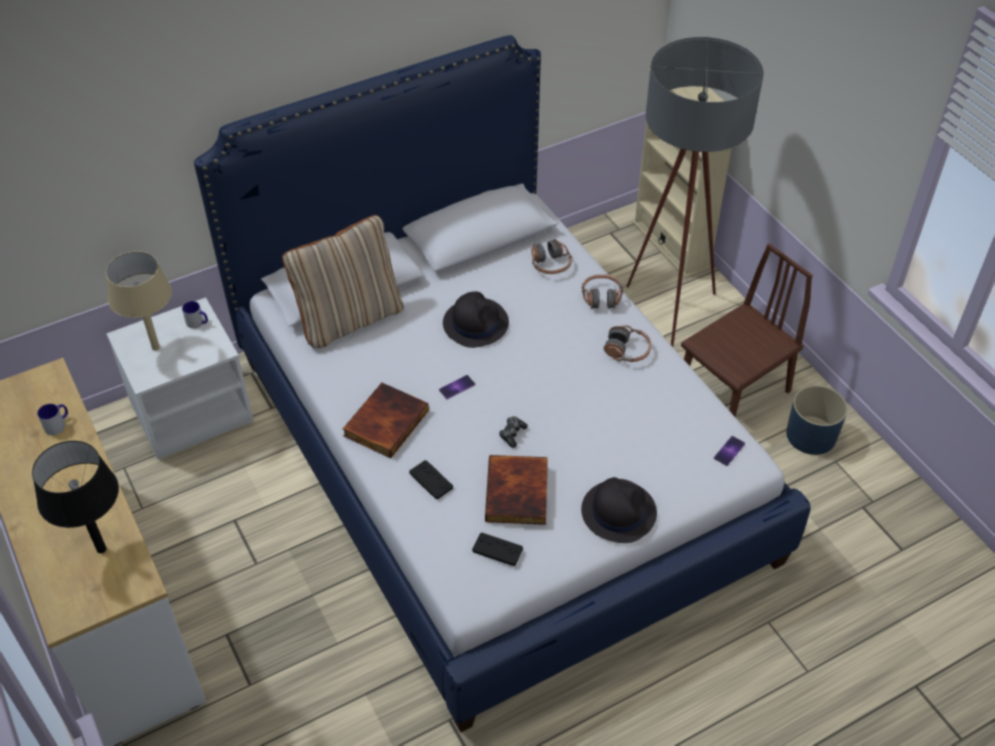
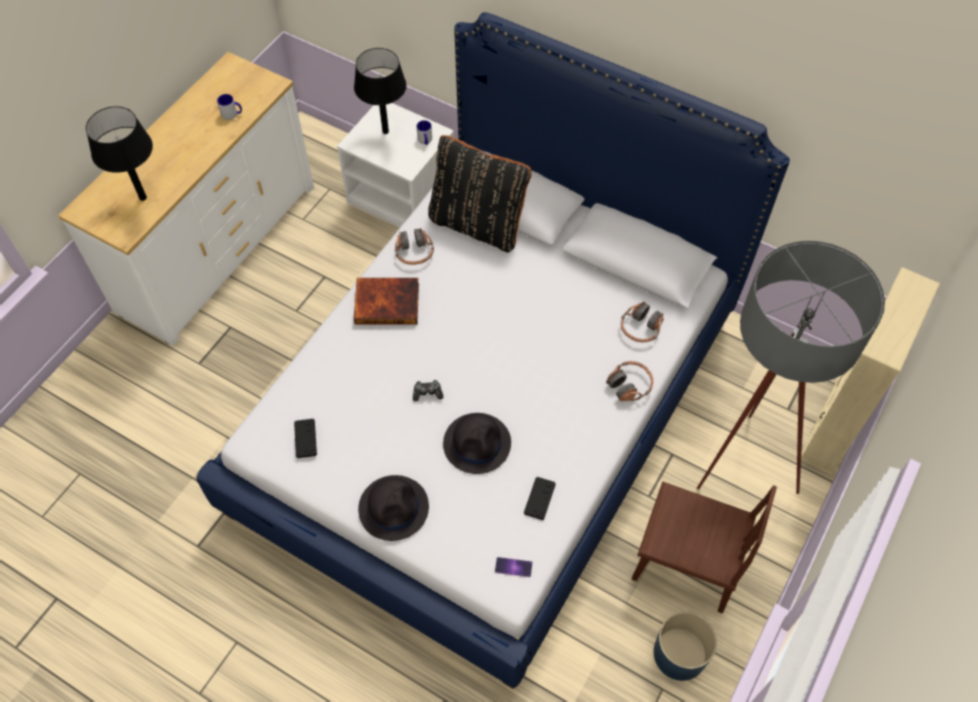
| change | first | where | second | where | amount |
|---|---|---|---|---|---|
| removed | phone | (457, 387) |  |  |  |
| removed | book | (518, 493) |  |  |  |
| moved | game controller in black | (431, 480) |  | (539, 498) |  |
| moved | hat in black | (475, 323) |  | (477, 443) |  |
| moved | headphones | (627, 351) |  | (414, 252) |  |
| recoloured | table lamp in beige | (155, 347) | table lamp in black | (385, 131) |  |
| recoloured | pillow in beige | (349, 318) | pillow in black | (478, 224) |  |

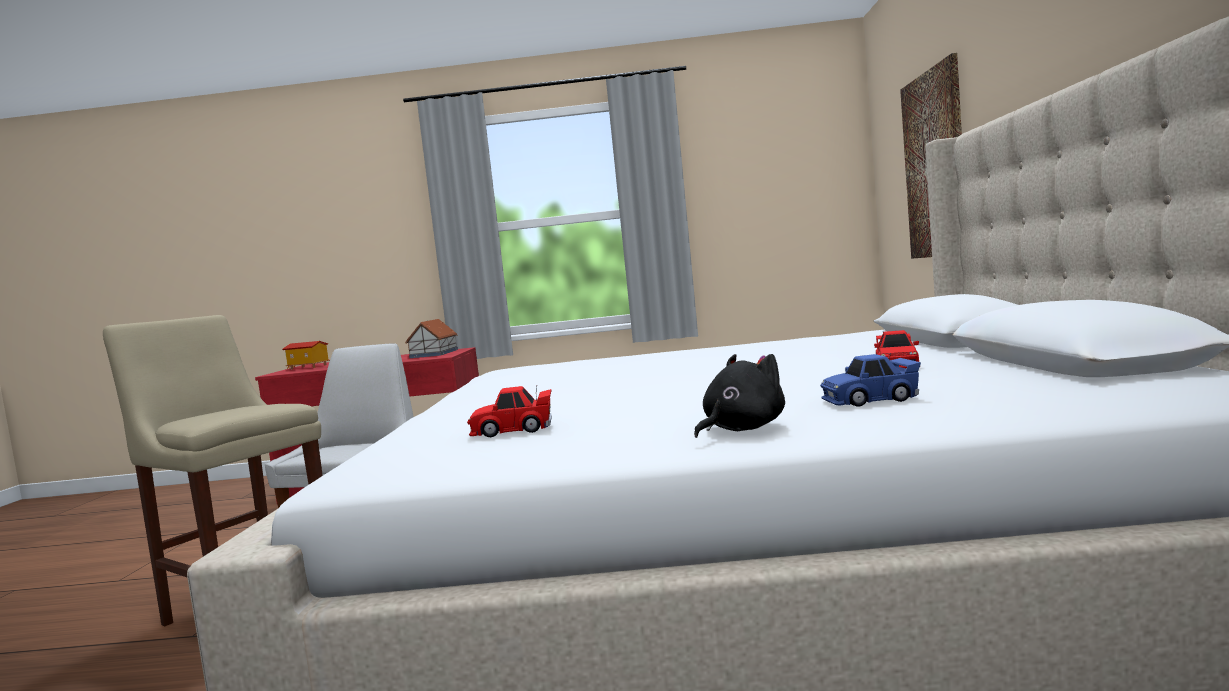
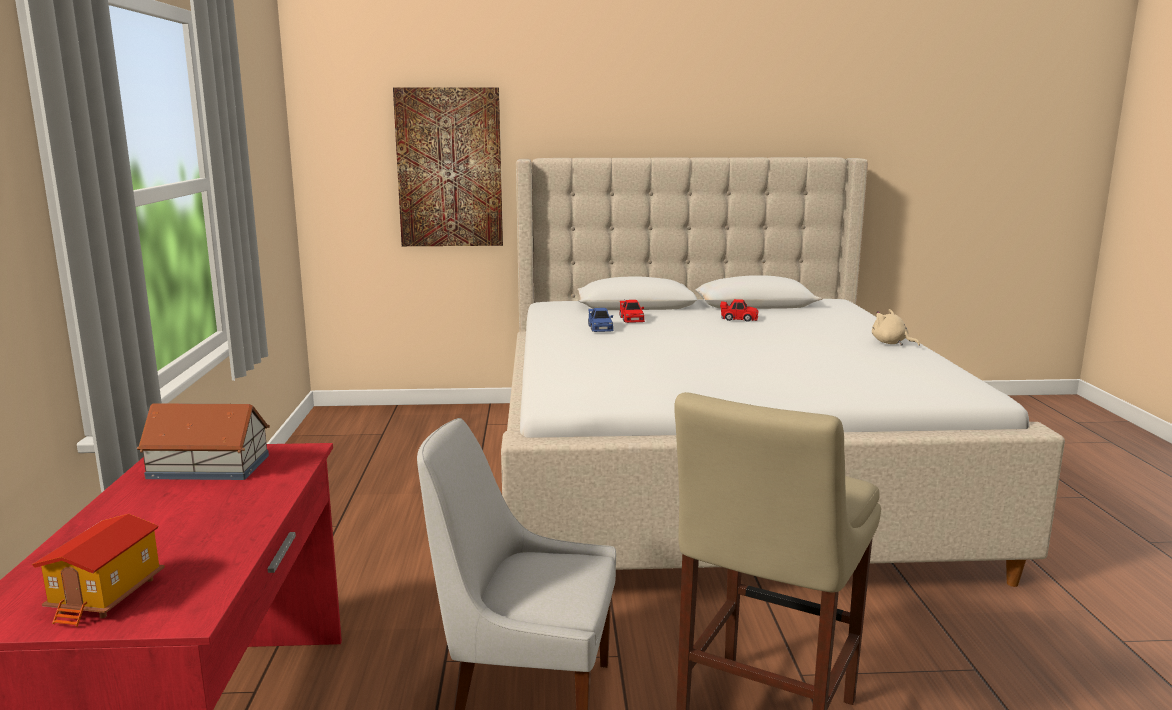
| change | first | where | second | where | amount |
|---|---|---|---|---|---|
| moved | toy car in red | (513, 430) |  | (631, 319) |  |
| moved | toy car in blue | (870, 400) |  | (600, 328) |  |
| recoloured | plush toy in black | (740, 429) | plush toy in beige | (891, 343) |  |

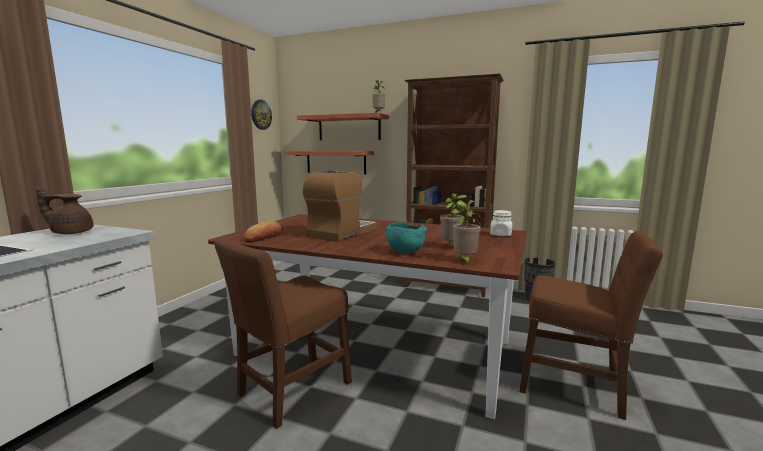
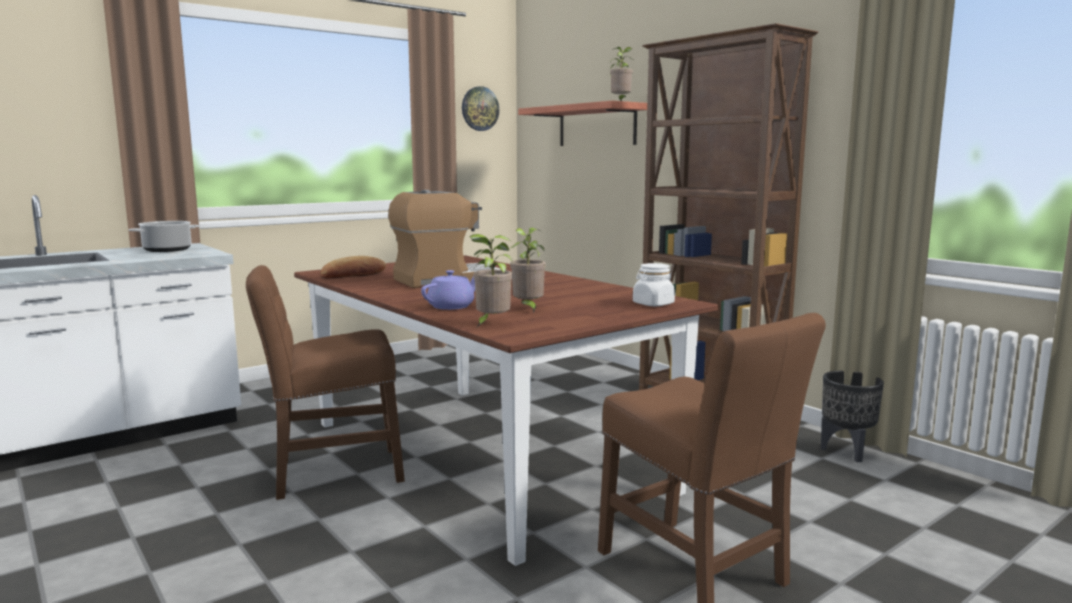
| change | first | where | second | where | amount |
|---|---|---|---|---|---|
| removed | shelf | (336, 162) |  |  |  |
| replaced | teapot in brown | (71, 232) | cooking pot | (168, 250) |  |
| replaced | bowl in turquoise | (404, 252) | teapot in purple | (452, 306) |  |

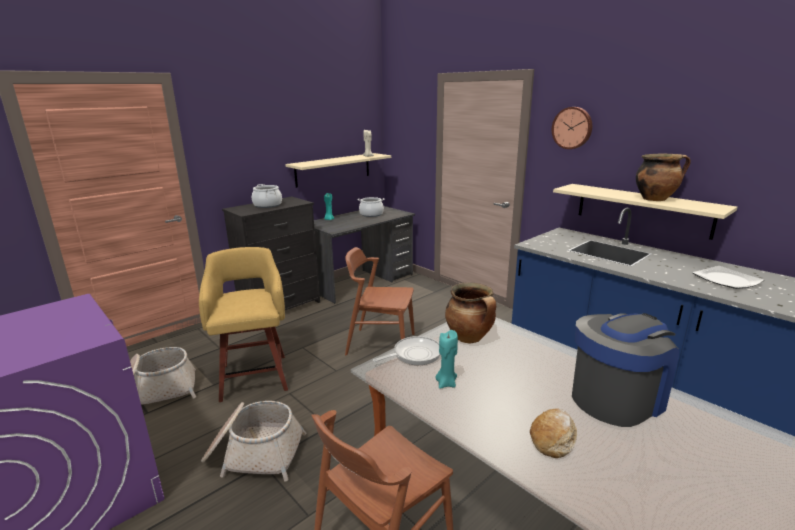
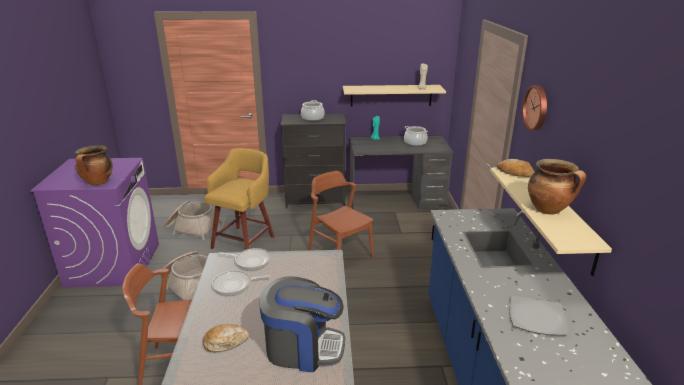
| change | first | where | second | where | amount |
|---|---|---|---|---|---|
| added |  |  | bread | (514, 173) |  |
| moved | cooking pot | (470, 338) |  | (98, 183) |  |
| replaced | candle in turquoise | (446, 383) | frying pan | (234, 285) |  |

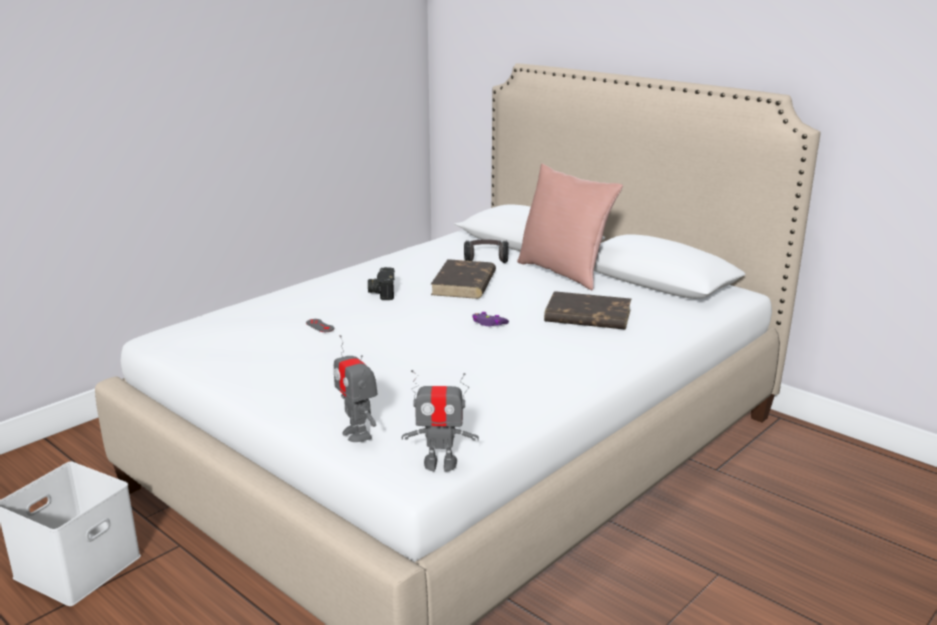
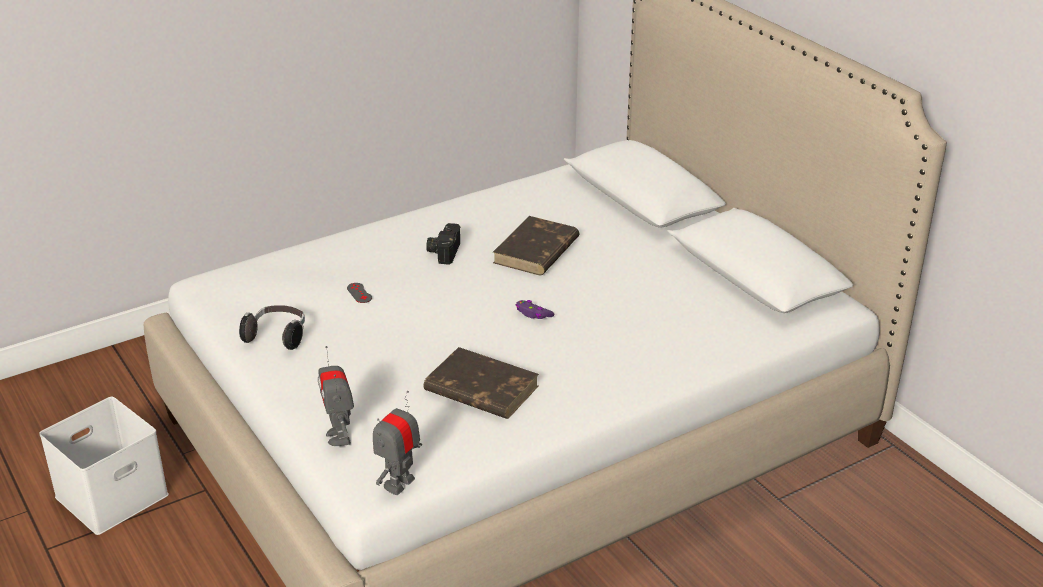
| change | first | where | second | where | amount |
|---|---|---|---|---|---|
| removed | pillow in pink | (563, 273) |  |  |  |
| moved | headphones | (486, 259) |  | (277, 336) |  |
| moved | book in brown | (587, 316) |  | (480, 388) |  |
| turned | toy robot | (440, 463) |  | (399, 483) | 105 degrees clockwise |

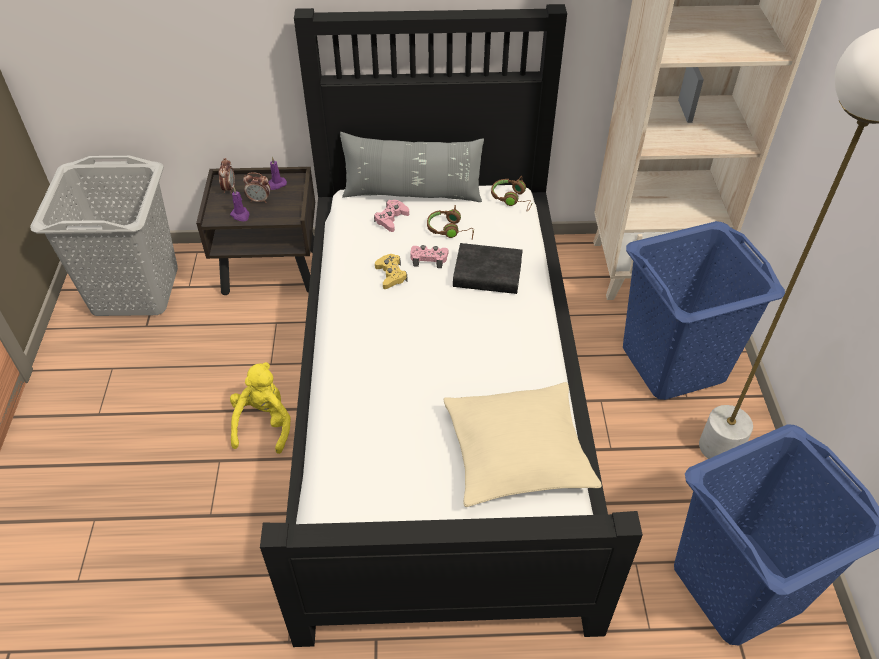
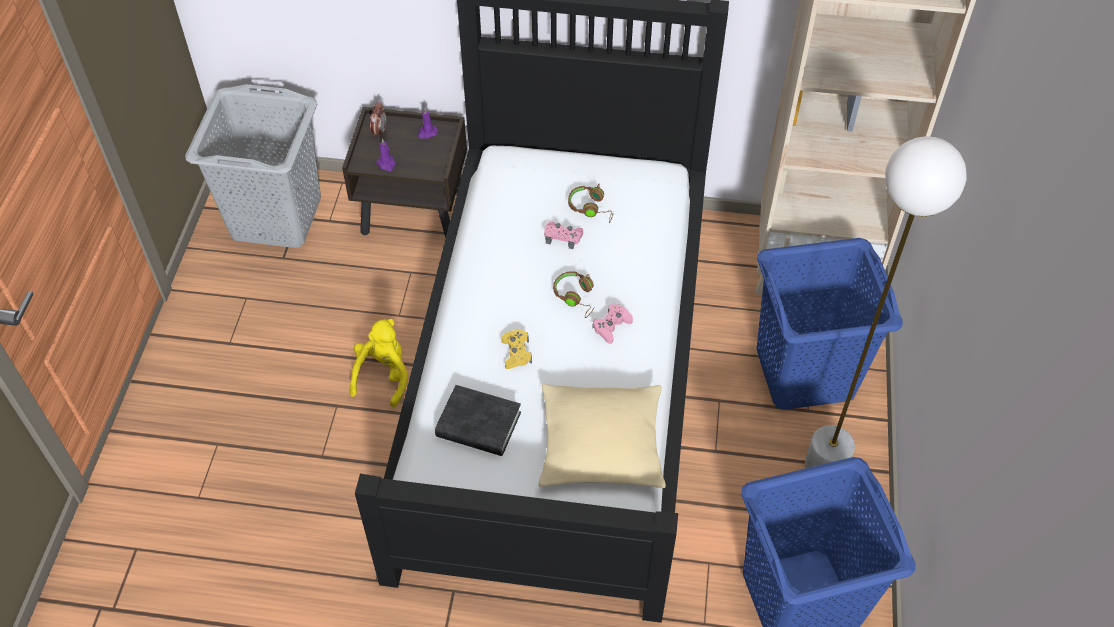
| change | first | where | second | where | amount |
|---|---|---|---|---|---|
| removed | alarm clock | (259, 200) |  |  |  |
| removed | pillow in grey | (412, 194) |  |  |  |
| moved | game controller in pink | (391, 219) |  | (611, 326) |  |
| moved | game controller in yellow | (391, 275) |  | (516, 352) |  |
| moved | book in black | (487, 274) |  | (478, 425) |  |
| moved | headphones in brown | (512, 199) |  | (576, 297) |  |

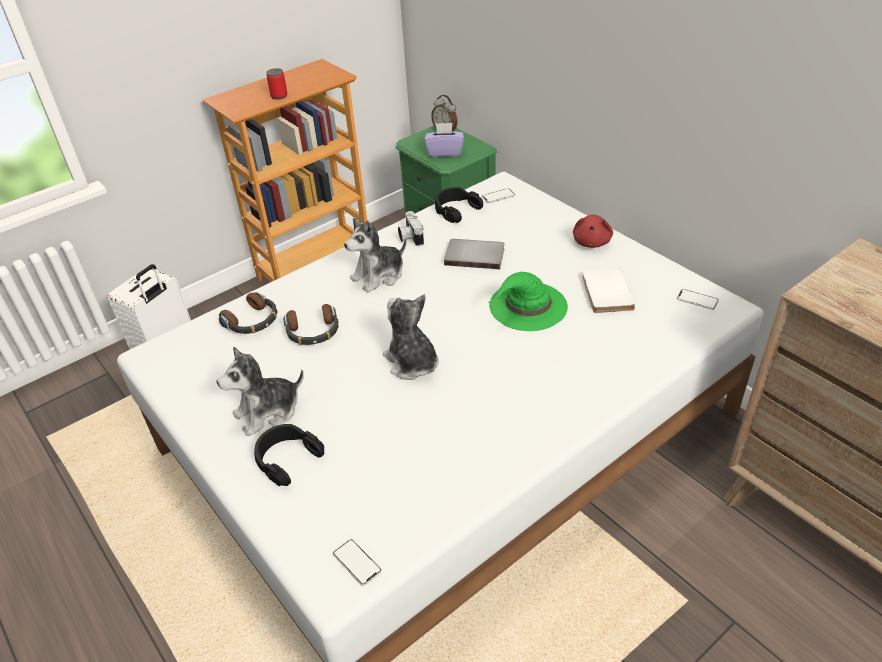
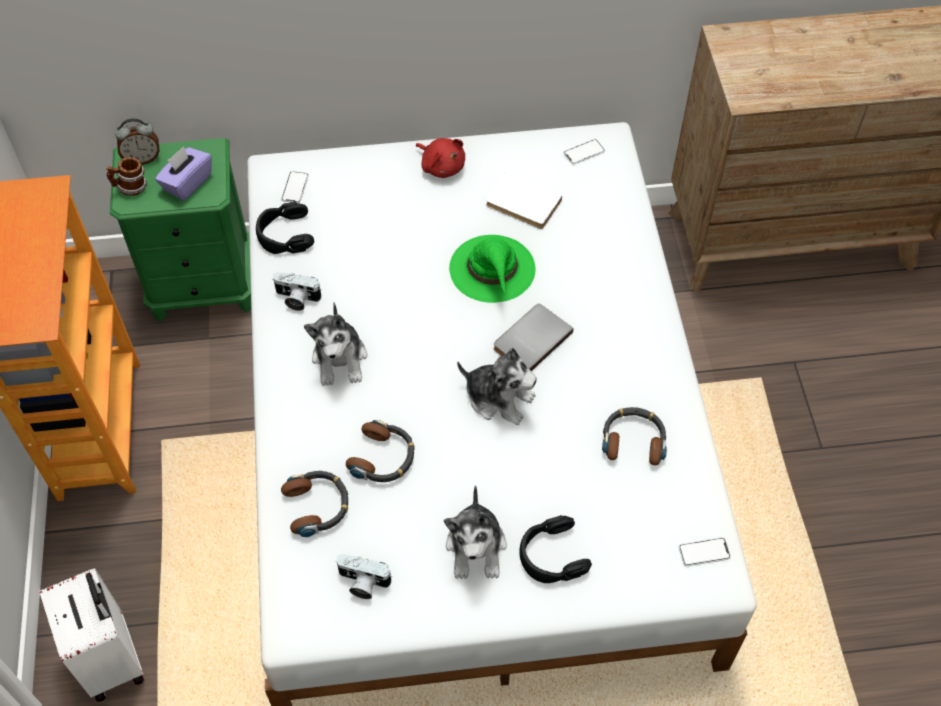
| change | first | where | second | where | amount |
|---|---|---|---|---|---|
| removed | can | (279, 96) |  |  |  |
| added |  |  | mug | (131, 188) |  |
| added |  |  | photo camera | (362, 583) |  |
| added |  |  | headphones | (633, 440) |  |
| moved | book in grey | (475, 255) |  | (530, 339) |  |
| turned | plush toy | (412, 363) |  | (499, 398) | 150 degrees counterclockwise |

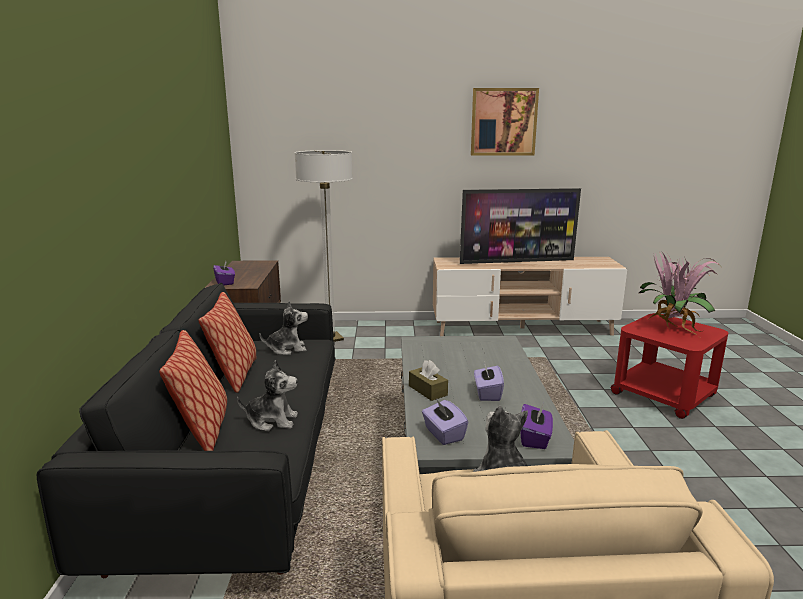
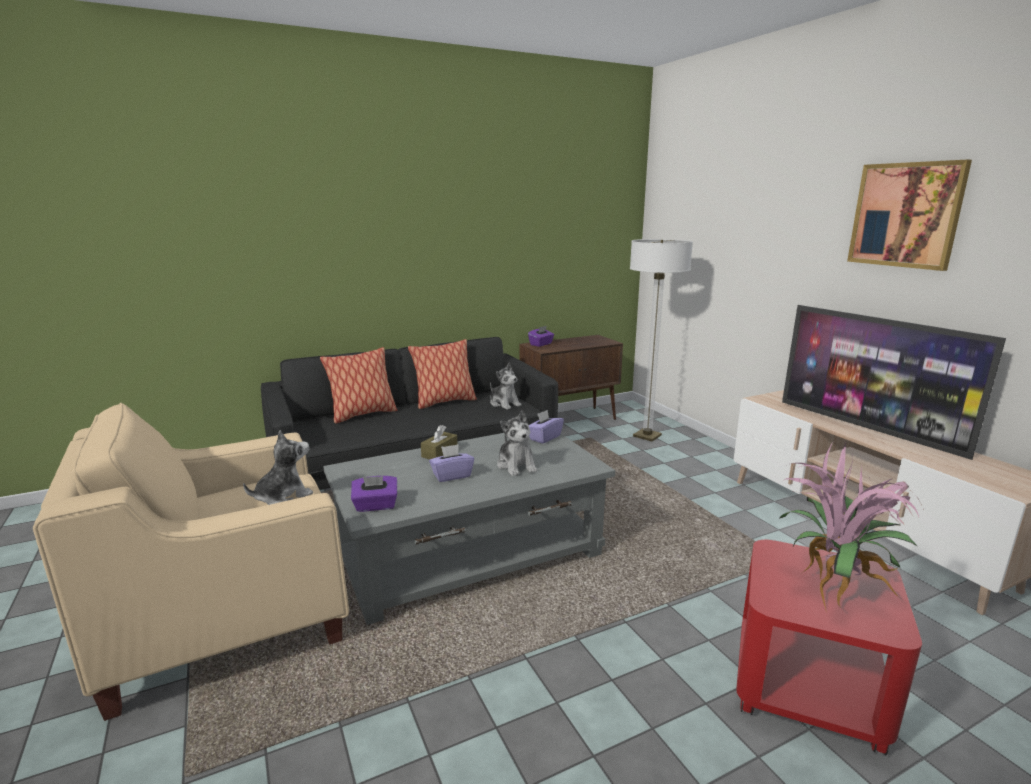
| change | first | where | second | where | amount |
|---|---|---|---|---|---|
| moved | plush toy | (272, 421) |  | (516, 465) |  |
| moved | tissue box in purple | (443, 434) |  | (544, 437) |  |

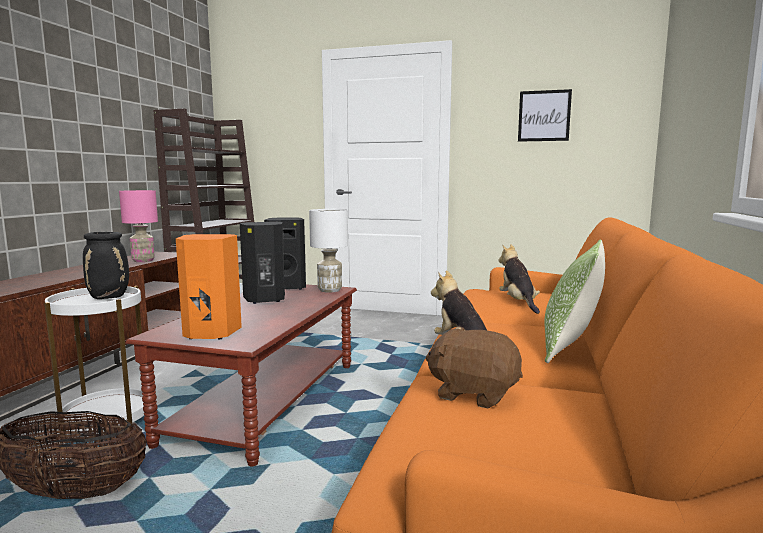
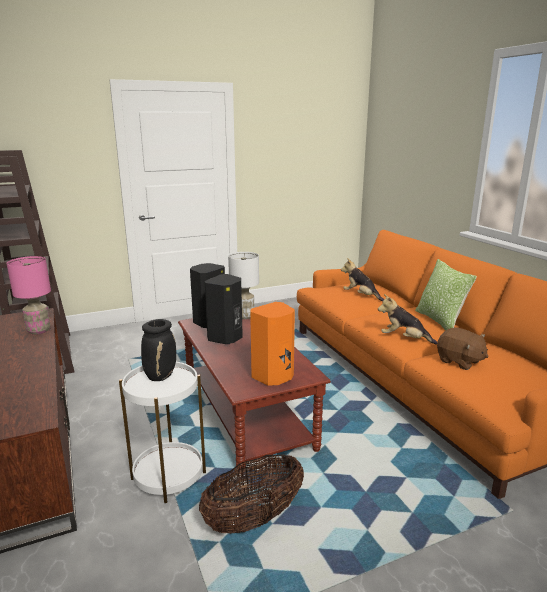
| change | first | where | second | where | amount |
|---|---|---|---|---|---|
| removed | picture | (544, 116) |  |  |  |
| turned | plush toy in brown | (473, 393) |  | (459, 361) | 120 degrees counterclockwise |

